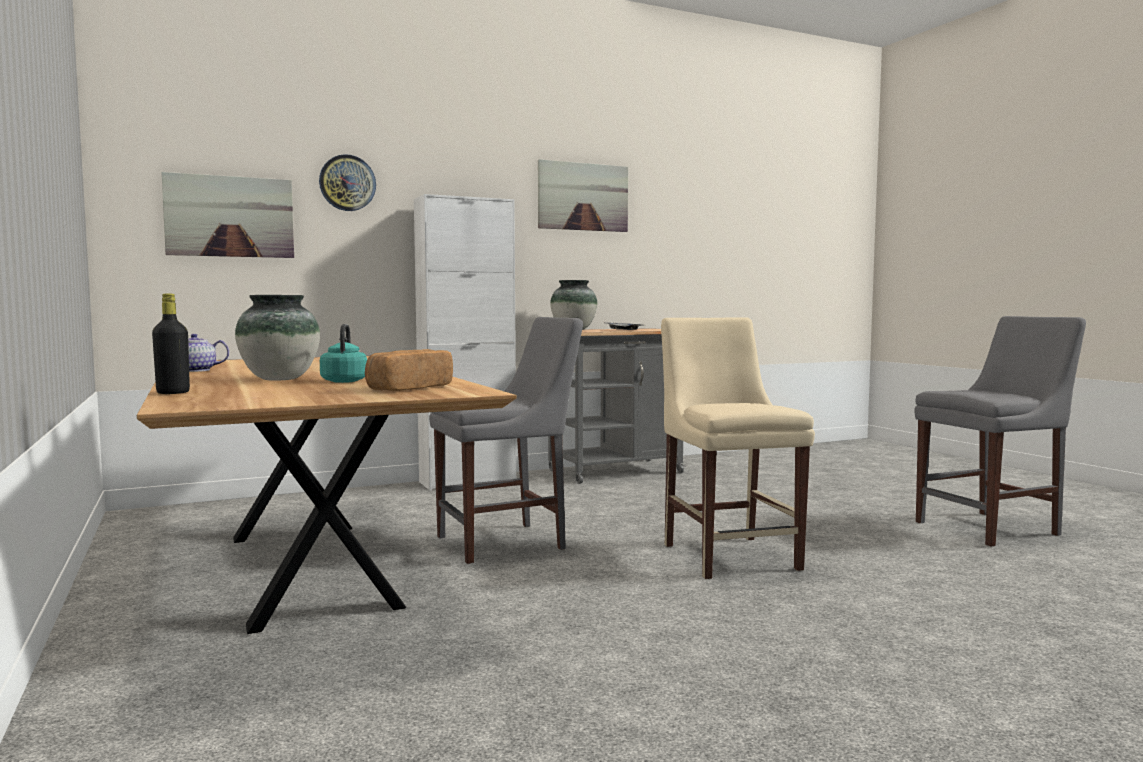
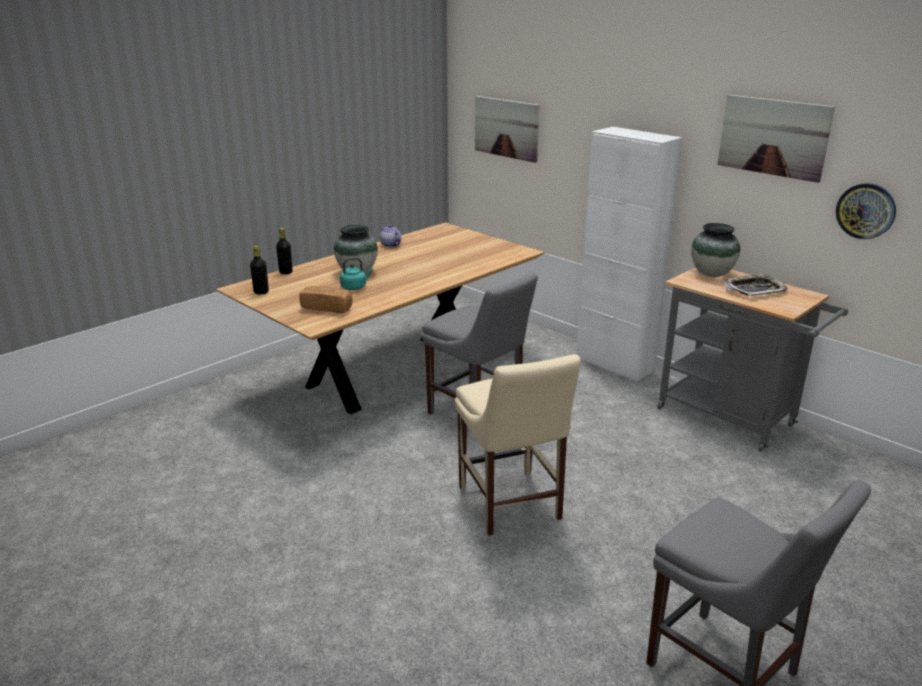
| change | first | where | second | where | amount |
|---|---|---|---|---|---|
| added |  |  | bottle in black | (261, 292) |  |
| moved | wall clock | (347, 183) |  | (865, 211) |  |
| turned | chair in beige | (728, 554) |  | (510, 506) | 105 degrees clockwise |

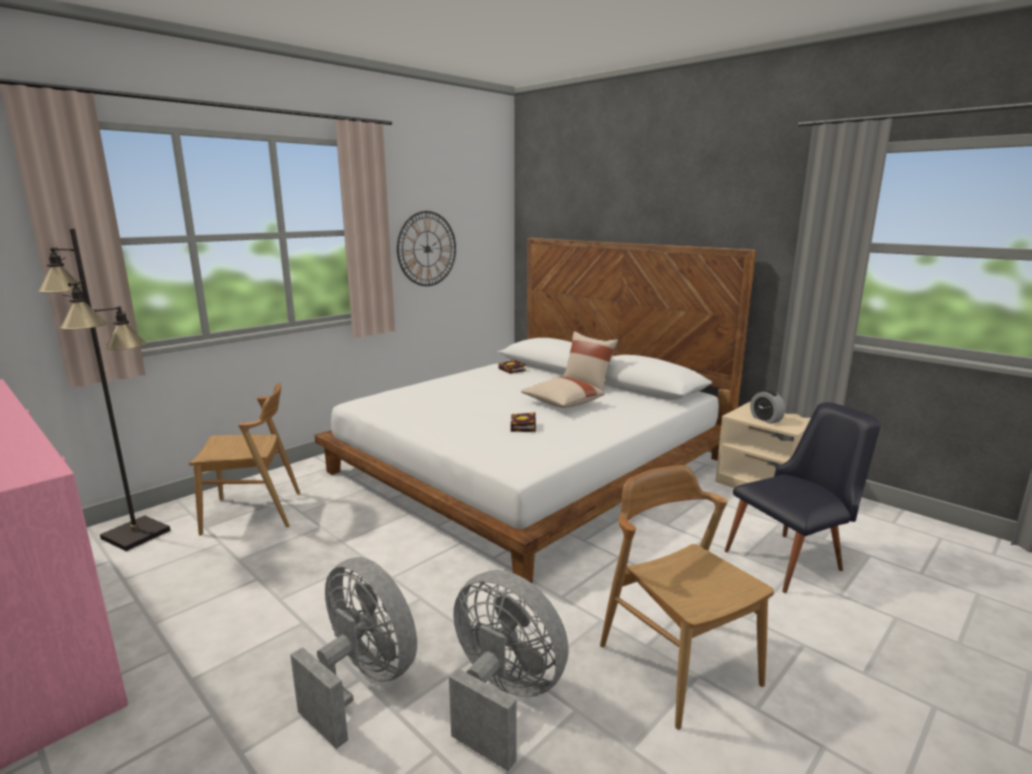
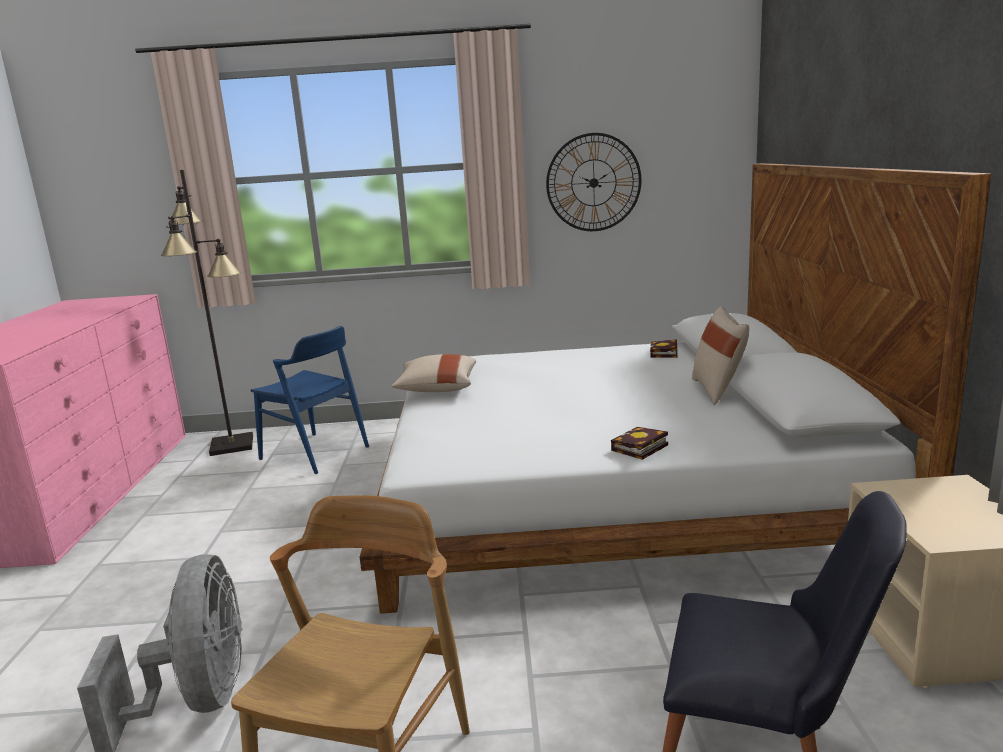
| change | first | where | second | where | amount |
|---|---|---|---|---|---|
| removed | fan in grey | (362, 681) |  |  |  |
| removed | alarm clock | (765, 419) |  |  |  |
| moved | book | (524, 427) |  | (639, 449) |  |
| moved | pillow in beige | (562, 404) |  | (437, 388) |  |
| recoloured | chair in brown | (253, 513) | chair in blue | (314, 453) |  |

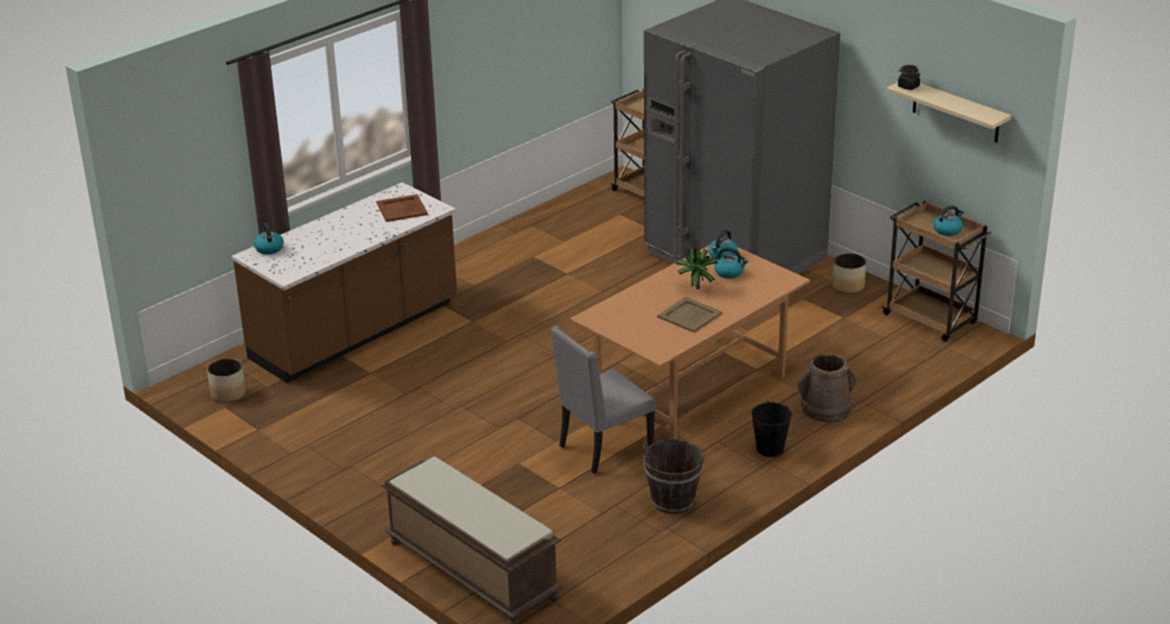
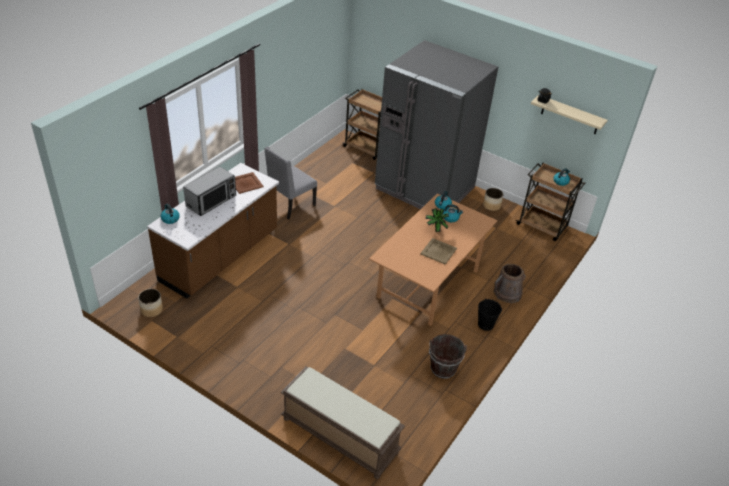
| change | first | where | second | where | amount |
|---|---|---|---|---|---|
| added |  |  | microwave | (211, 201) |  |
| moved | chair in grey | (603, 448) |  | (290, 206) |  |

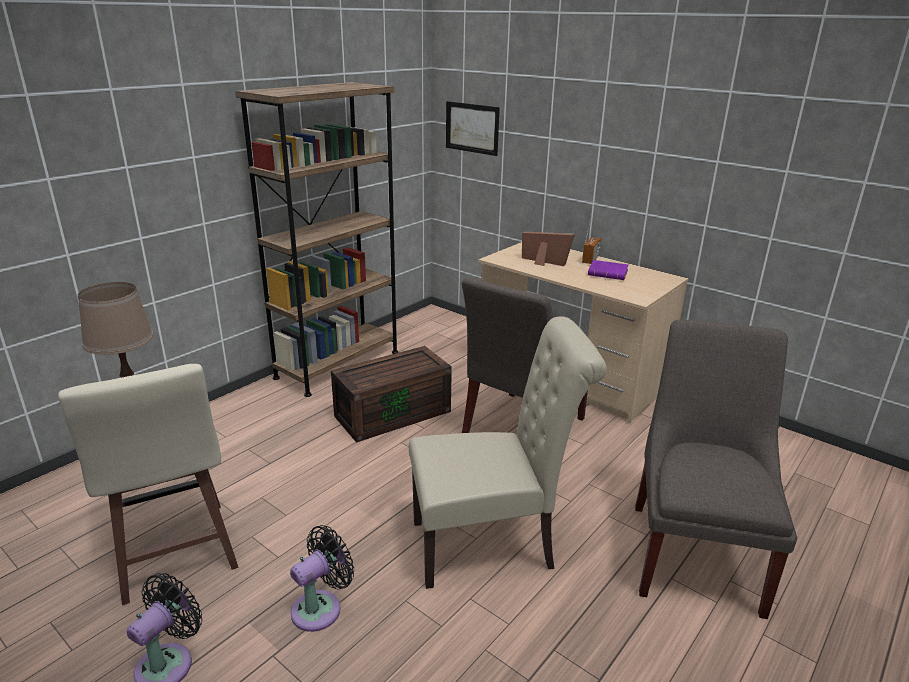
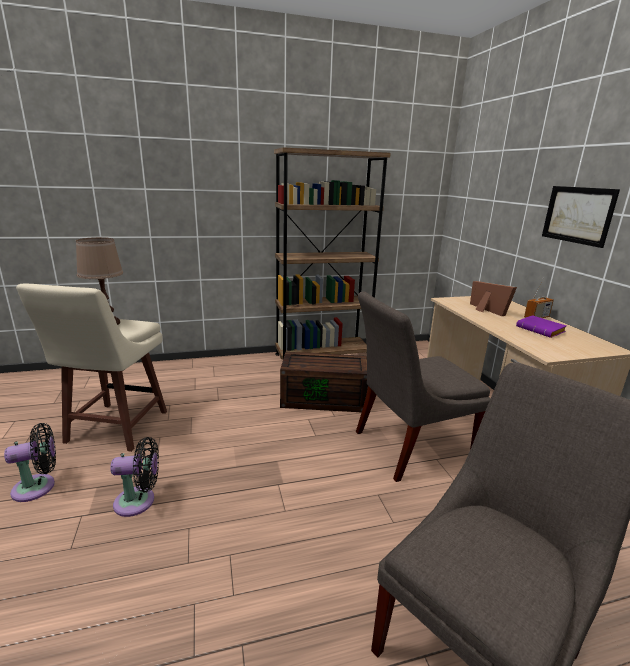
| change | first | where | second | where | amount |
|---|---|---|---|---|---|
| removed | chair in beige | (491, 544) |  |  |  |
| moved | picture | (472, 128) |  | (577, 215) |  |

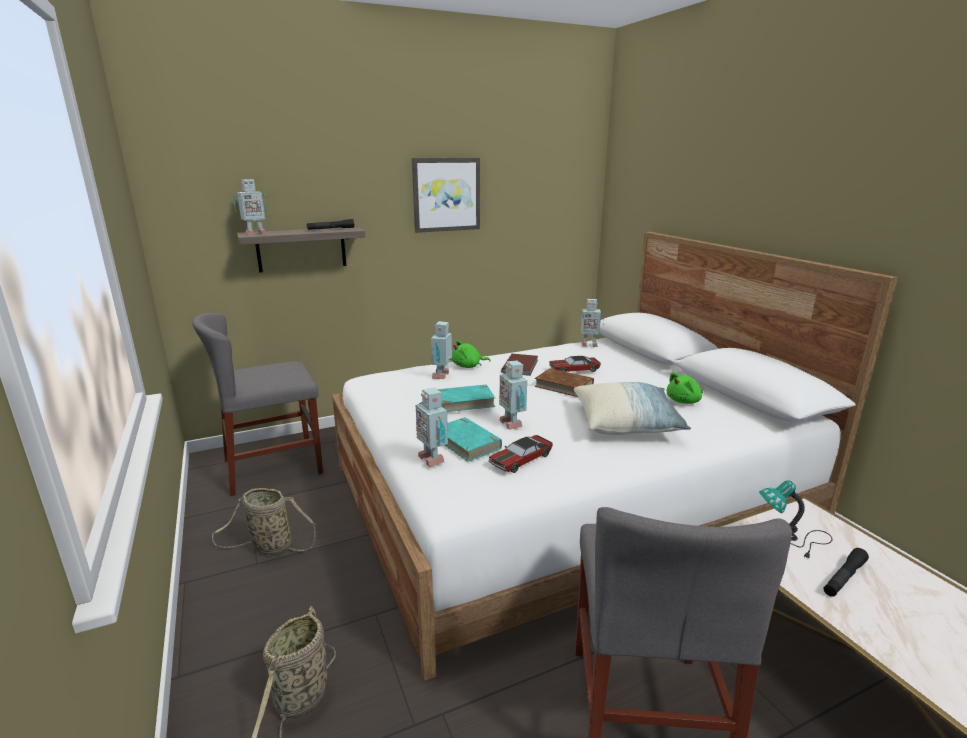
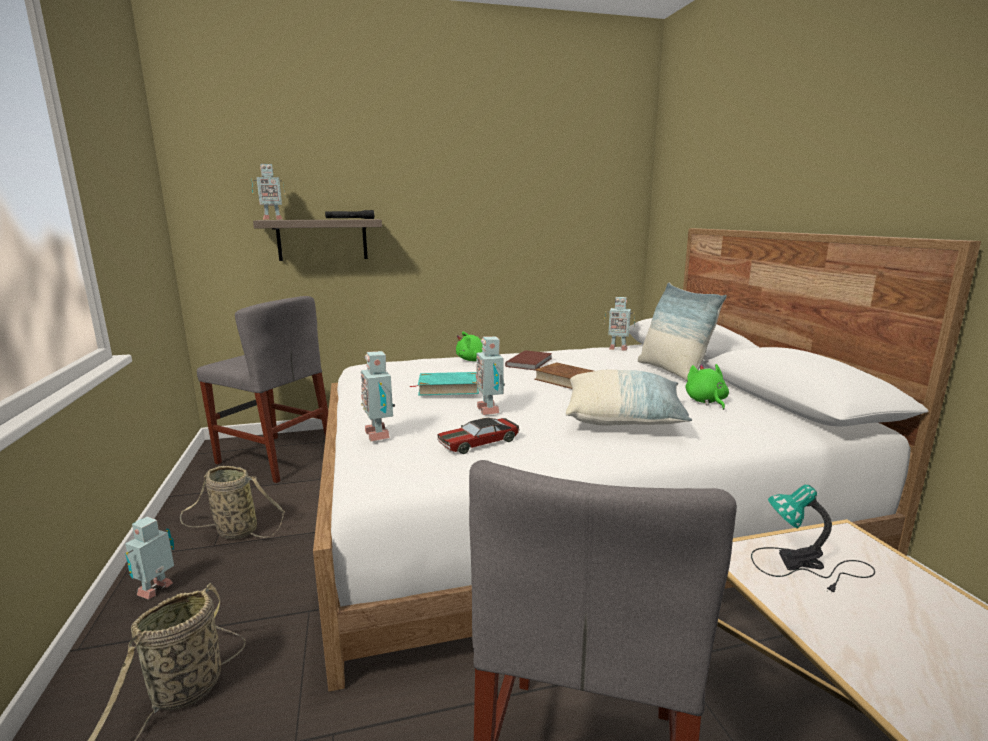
| change | first | where | second | where | amount |
|---|---|---|---|---|---|
| removed | picture | (446, 194) |  |  |  |
| removed | book in turquoise | (467, 442) |  |  |  |
| removed | toy car | (574, 370) |  |  |  |
| removed | flashlight in black | (844, 578) |  |  |  |
| added |  |  | pillow | (672, 371) |  |
| moved | toy robot | (442, 376) |  | (158, 589) |  |
| turned | chair in grey | (273, 467) |  | (275, 458) | 135 degrees counterclockwise |
| turned | plush toy in green | (684, 401) |  | (706, 401) | 105 degrees clockwise |

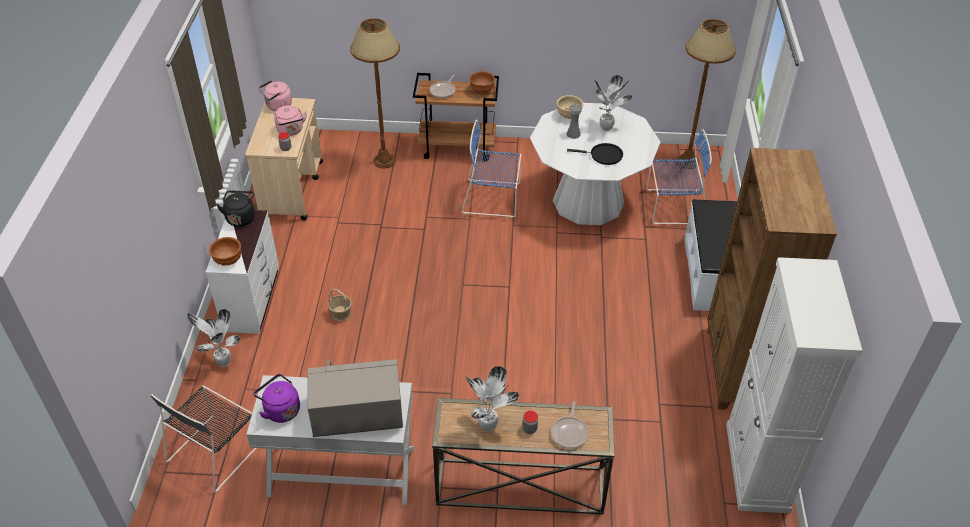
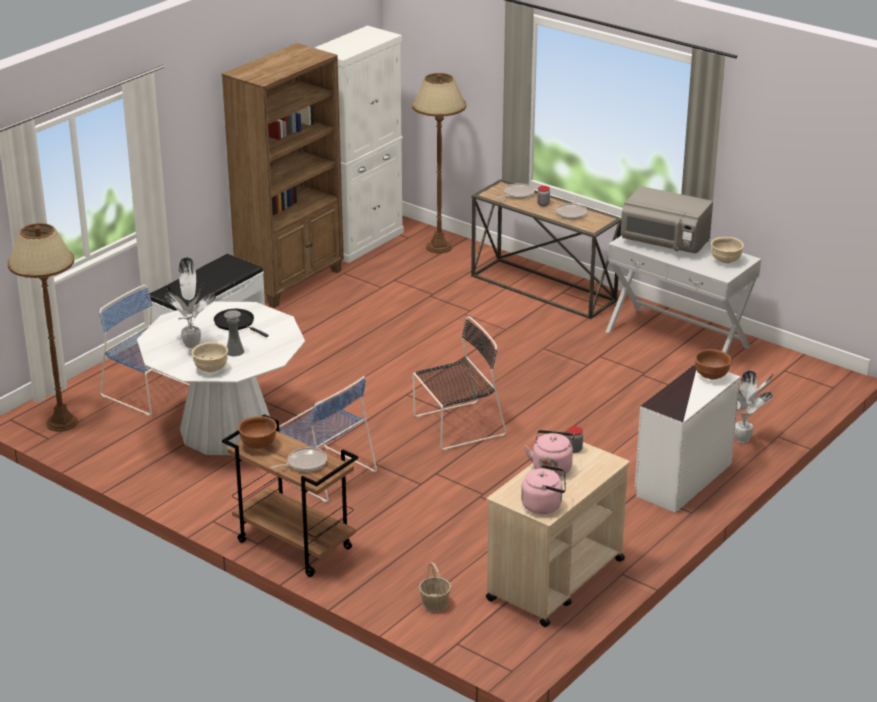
| change | first | where | second | where | amount |
|---|---|---|---|---|---|
| removed | kettle in black | (241, 217) |  |  |  |
| moved | chair in black | (216, 450) |  | (456, 426) |  |
| moved | basket | (341, 313) |  | (434, 604) |  |
| moved | floor lamp in brown | (384, 161) |  | (438, 247) |  |
| replaced | kettle in purple | (280, 410) | bowl in beige | (725, 261) |  |
| replaced | potted plant | (489, 427) | frying pan | (571, 213) |  |

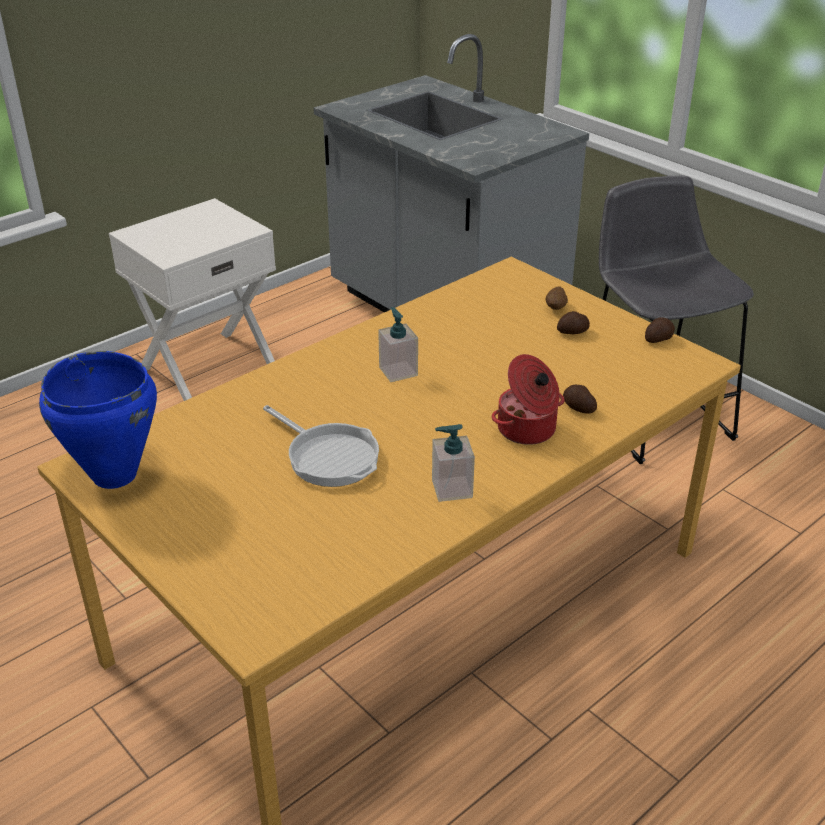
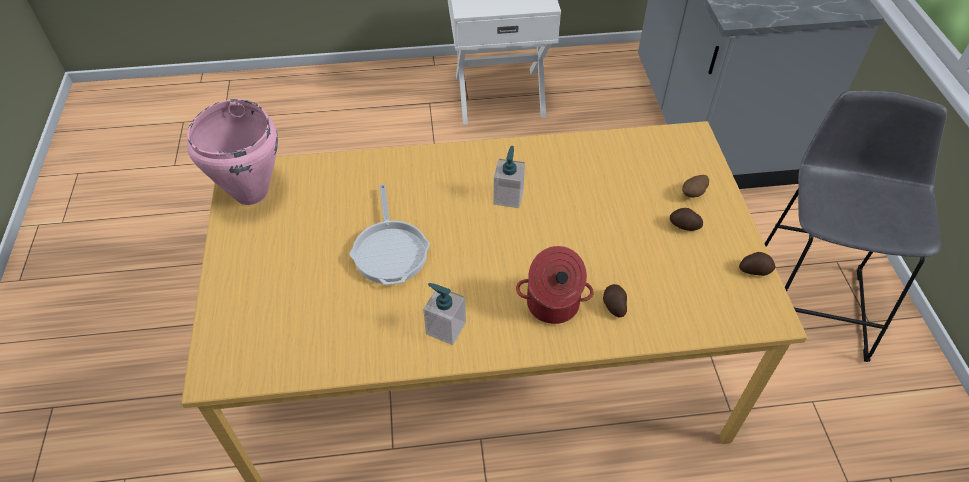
| change | first | where | second | where | amount |
|---|---|---|---|---|---|
| recoloured | cooking pot in blue | (114, 476) | cooking pot in pink | (250, 193) |  |

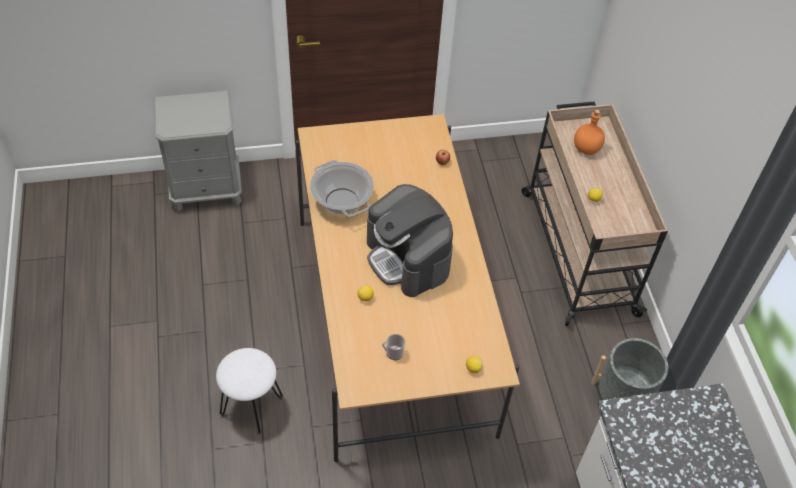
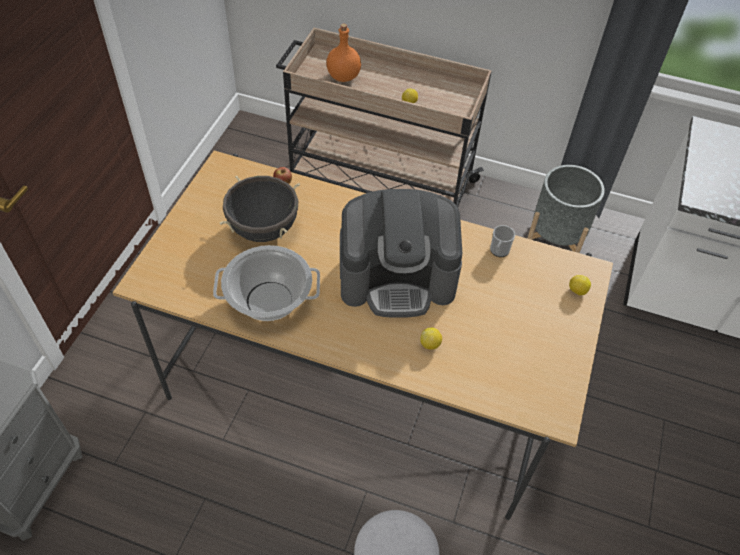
| change | first | where | second | where | amount |
|---|---|---|---|---|---|
| added |  |  | cooking pot in black | (264, 229) |  |
| moved | mug | (393, 353) |  | (498, 251) |  |

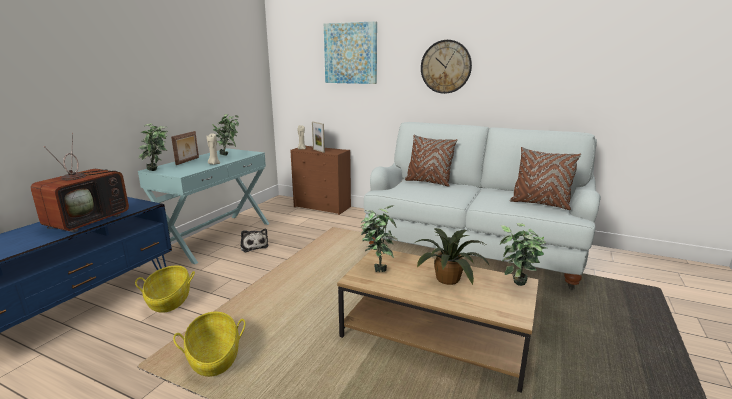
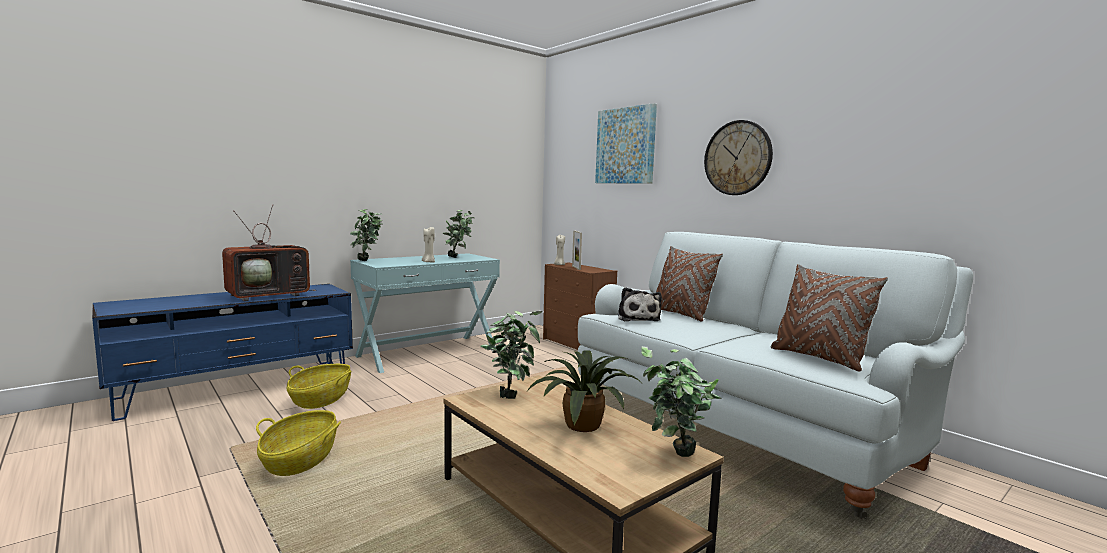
| change | first | where | second | where | amount |
|---|---|---|---|---|---|
| removed | picture frame | (188, 161) |  |  |  |
| moved | plush toy | (254, 246) |  | (638, 318) |  |

